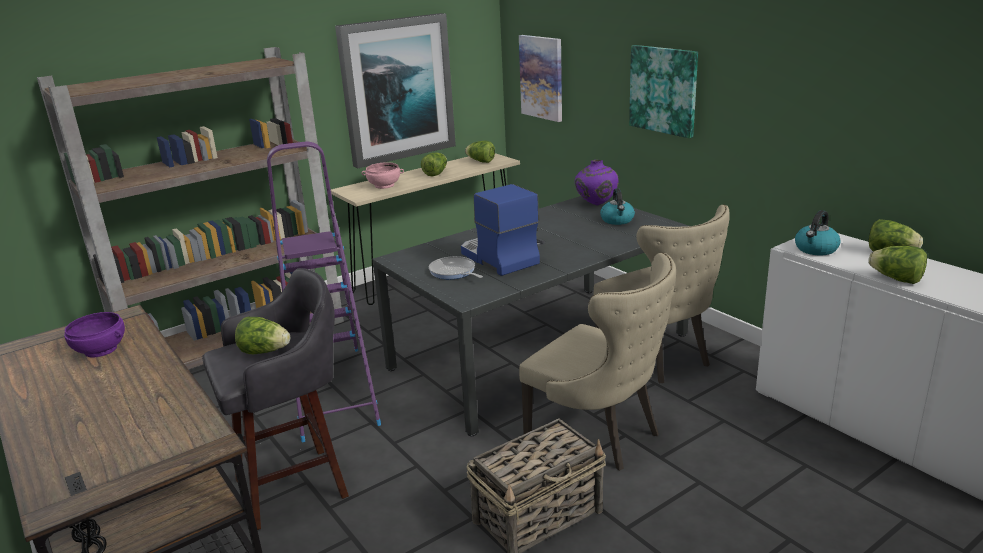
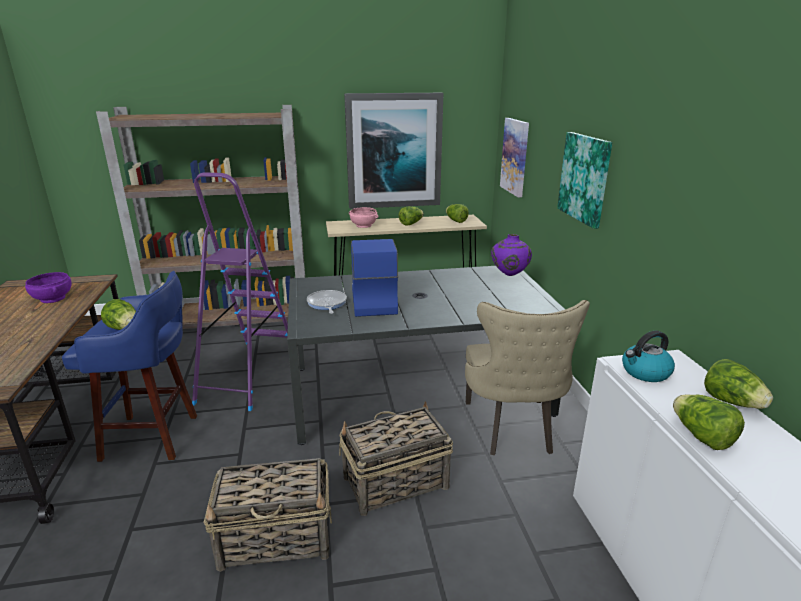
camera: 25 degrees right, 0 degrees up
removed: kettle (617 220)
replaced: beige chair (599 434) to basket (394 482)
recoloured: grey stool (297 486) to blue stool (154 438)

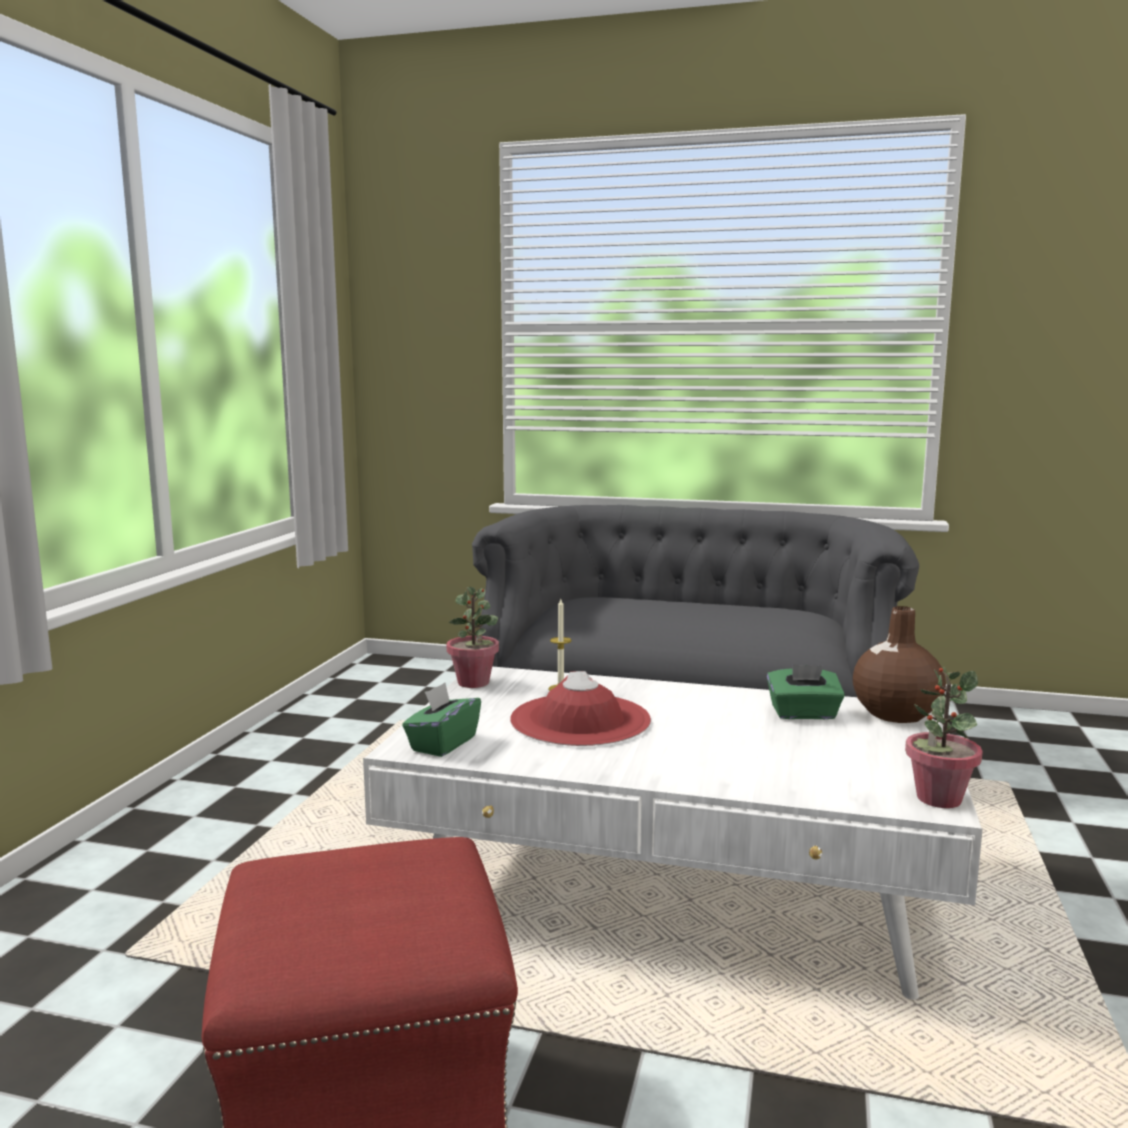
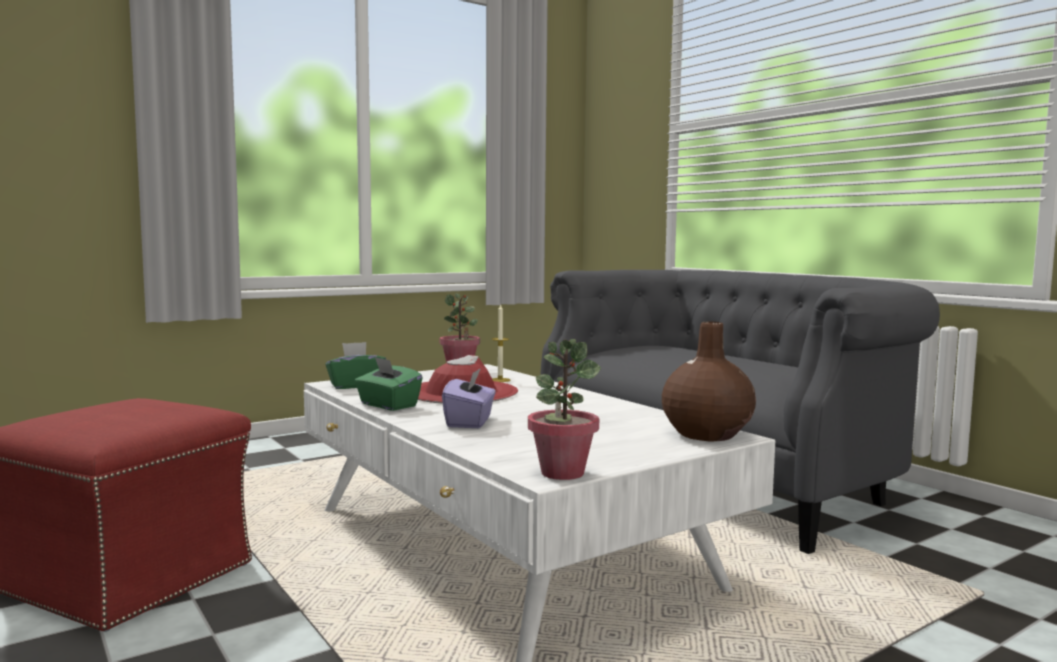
camera: 40 degrees right, 5 degrees down
added: purple tissue box (470 422)
moved: green tissue box (803 714) to (388 405)

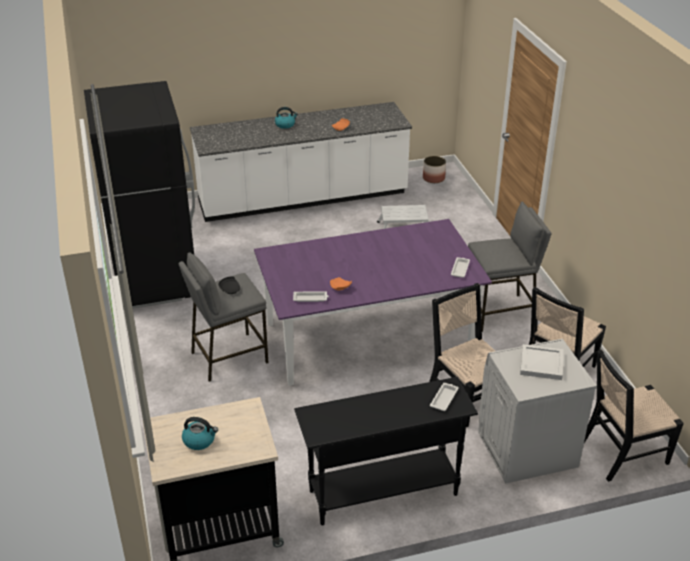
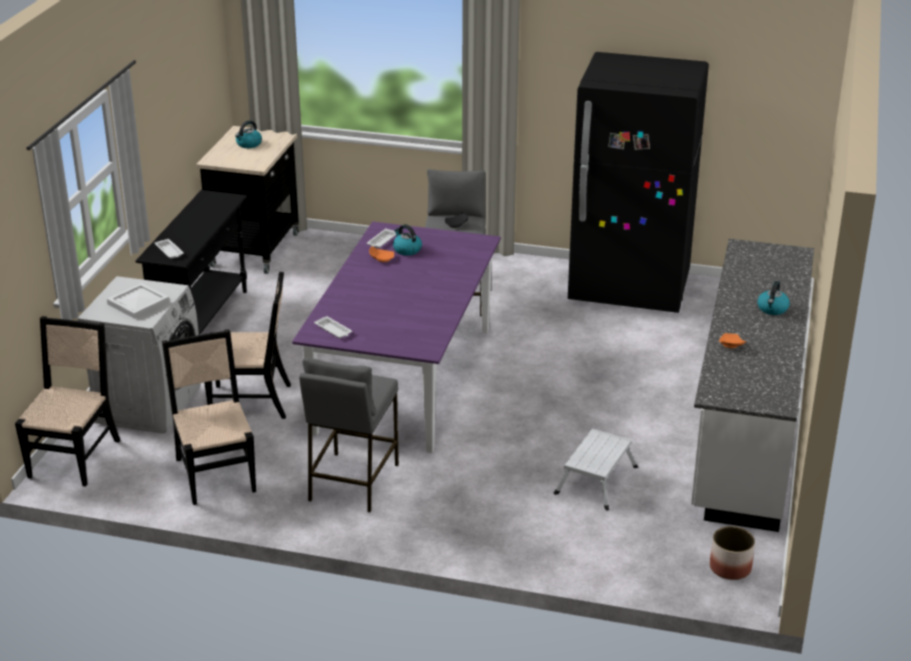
camera: 120 degrees right, 5 degrees down
added: kettle (406 250)

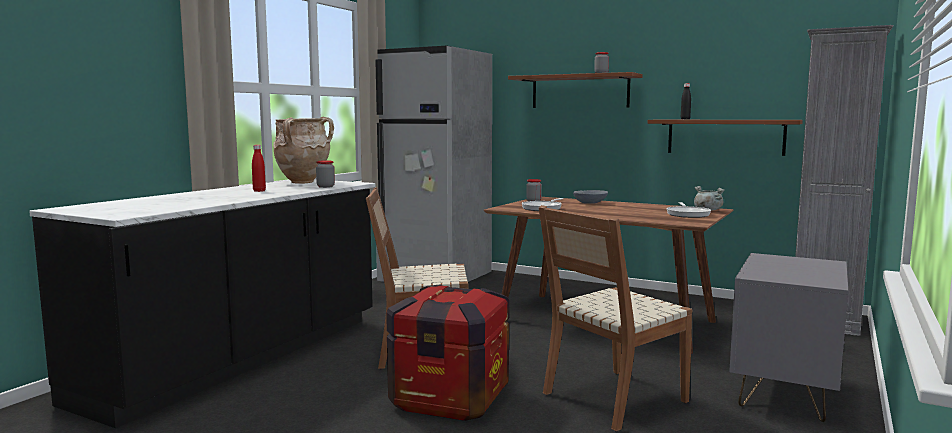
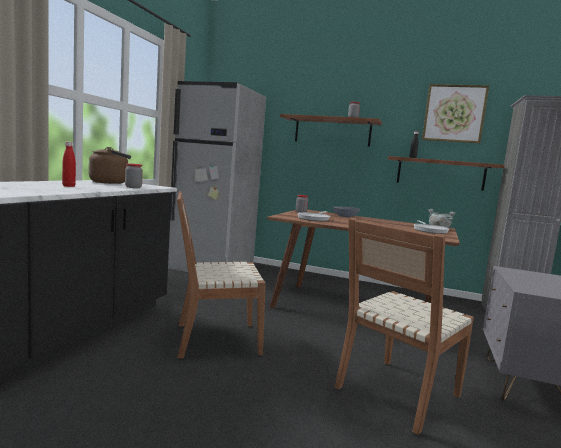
camera: 10 degrees left, 0 degrees up
removed: crate (450 398)
added: picture (454 113)
replaced: beige vase (304 182) to brown kettle (111 183)

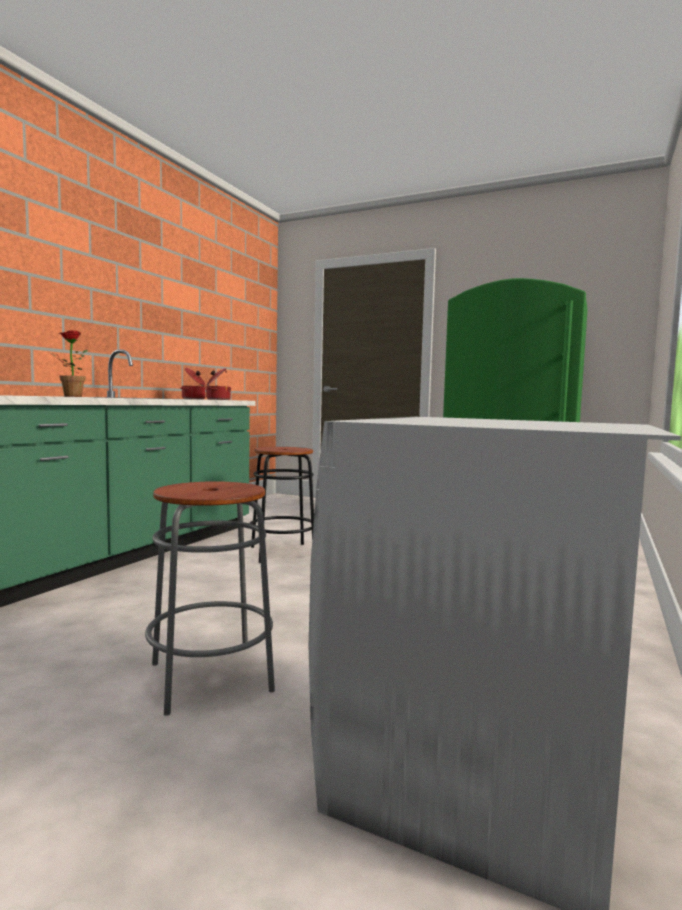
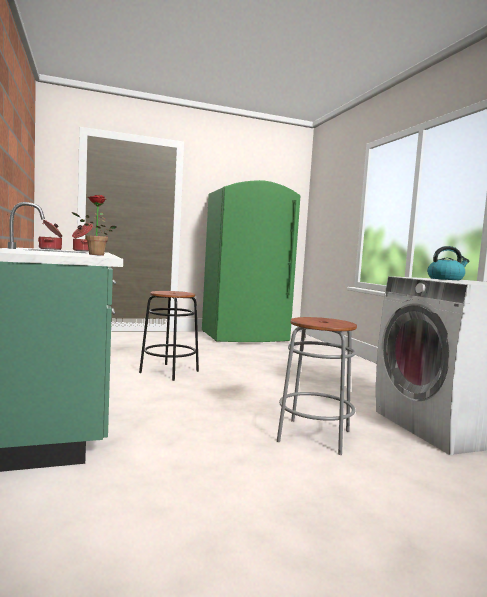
camera: 45 degrees left, 0 degrees up
added: kettle (445 279)

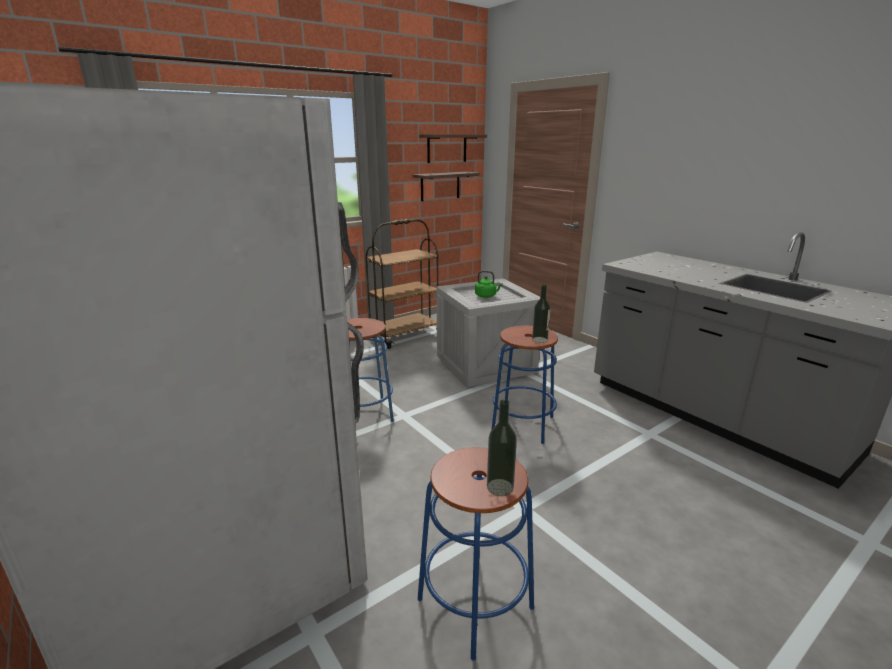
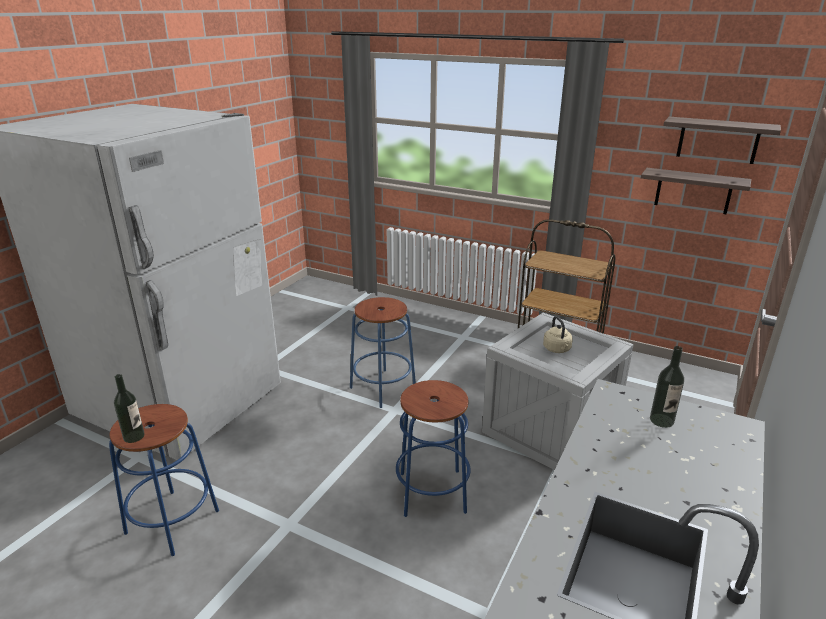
camera: 65 degrees right, 5 degrees up
moved: bottle (539 340) to (661 420)
recoloured: green kettle (486 296) to beige kettle (557 349)

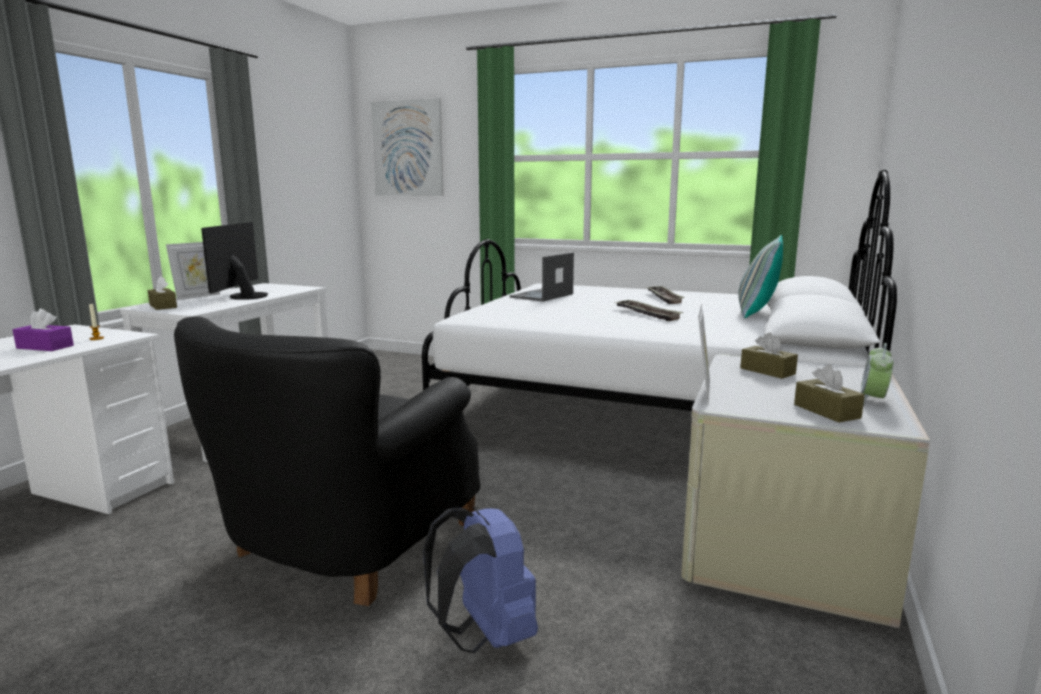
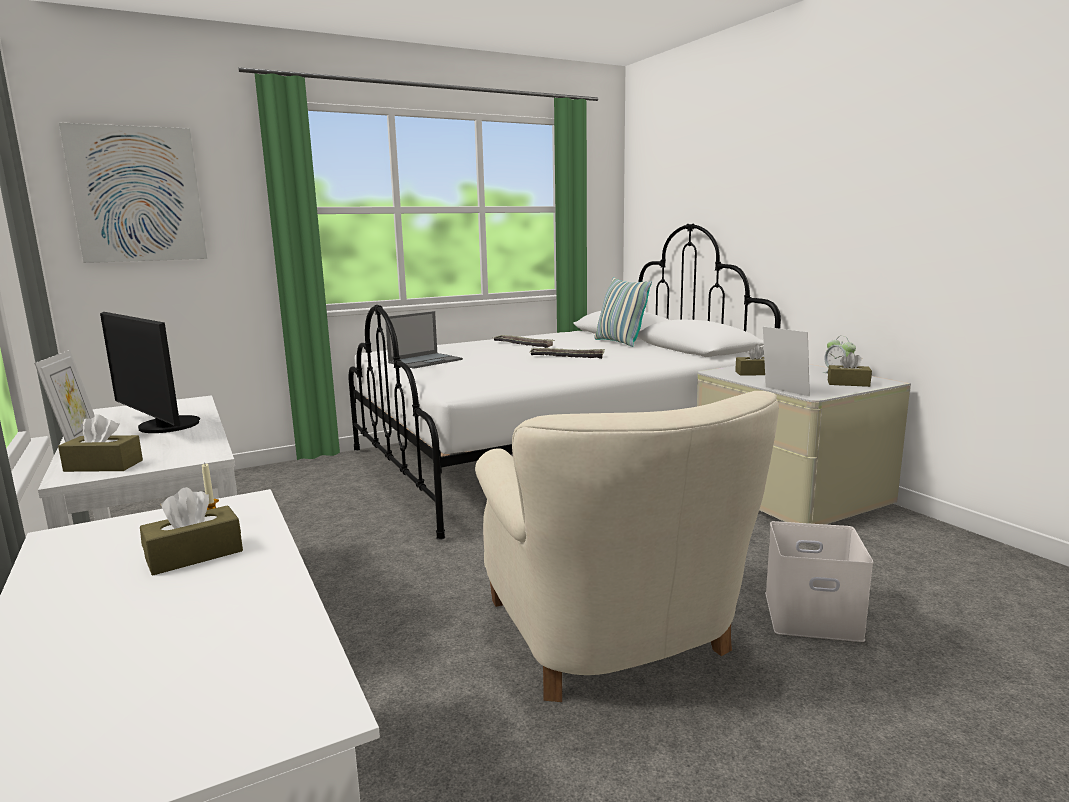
camera: 50 degrees left, 0 degrees up
replaced: blue backpack (485 635) to white storage box (810 616)
recoloured: purple tissue box (45 347) to brown tissue box (194 555); black armchair (347 547) to beige armchair (611 636)
turned: laptop (541 296) = (426 361) 120 degrees counterclockwise

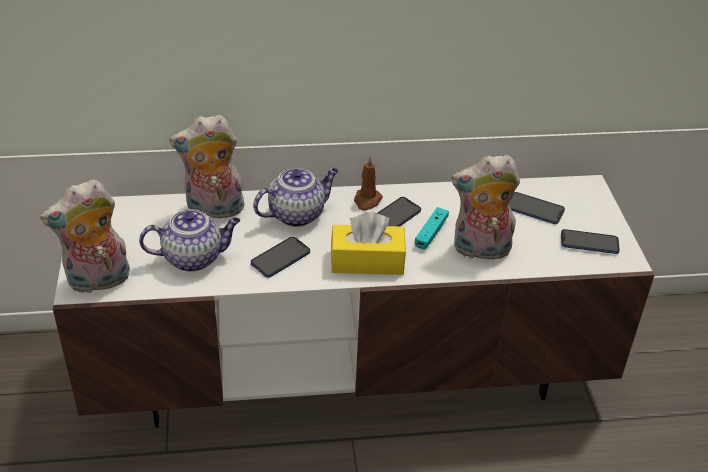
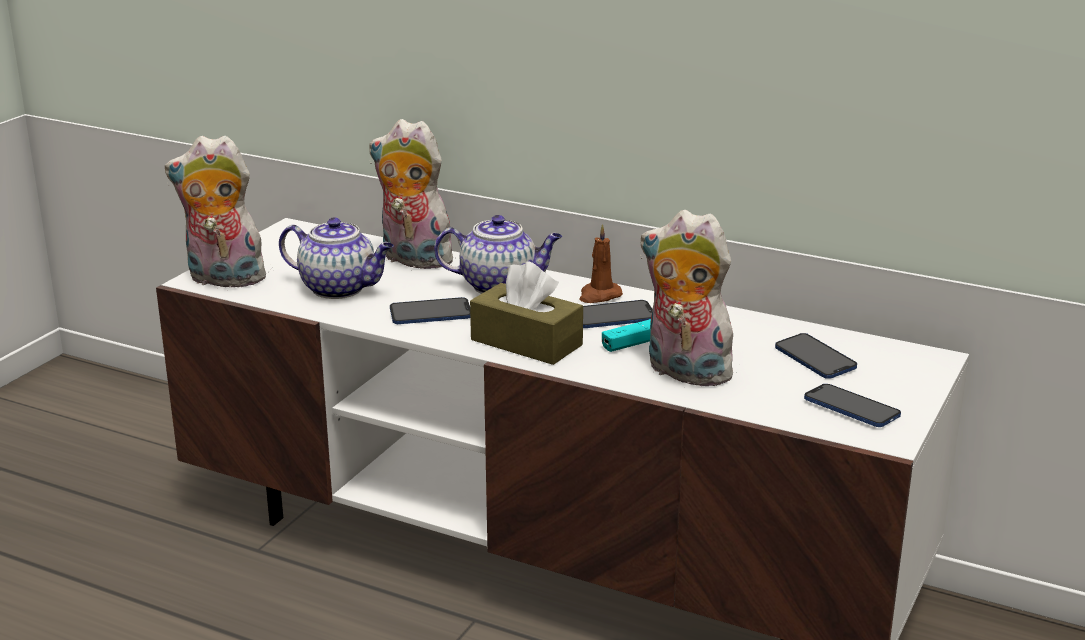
camera: 35 degrees right, 15 degrees down
recoloured: yellow tissue box (367 261) to brown tissue box (526 342)

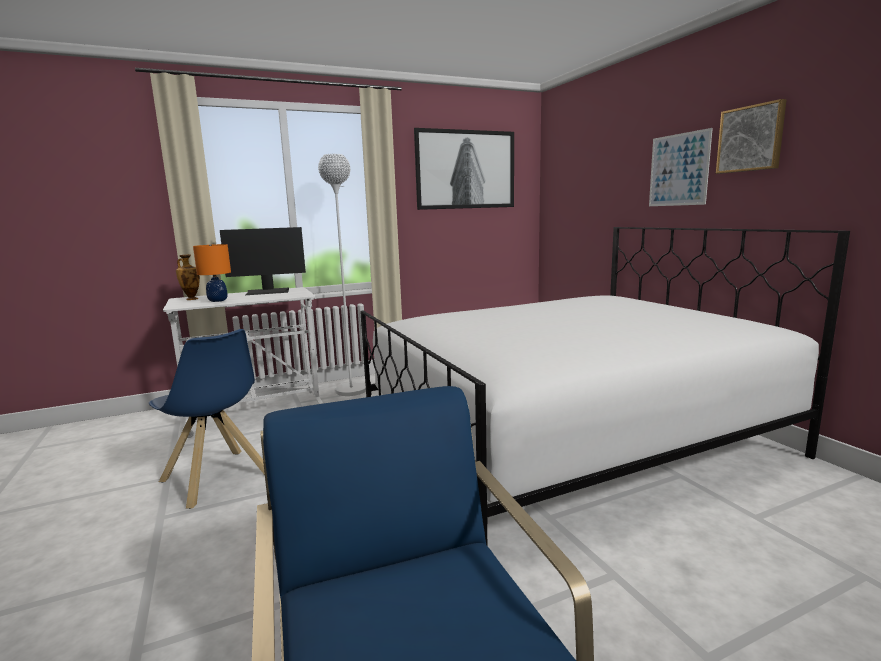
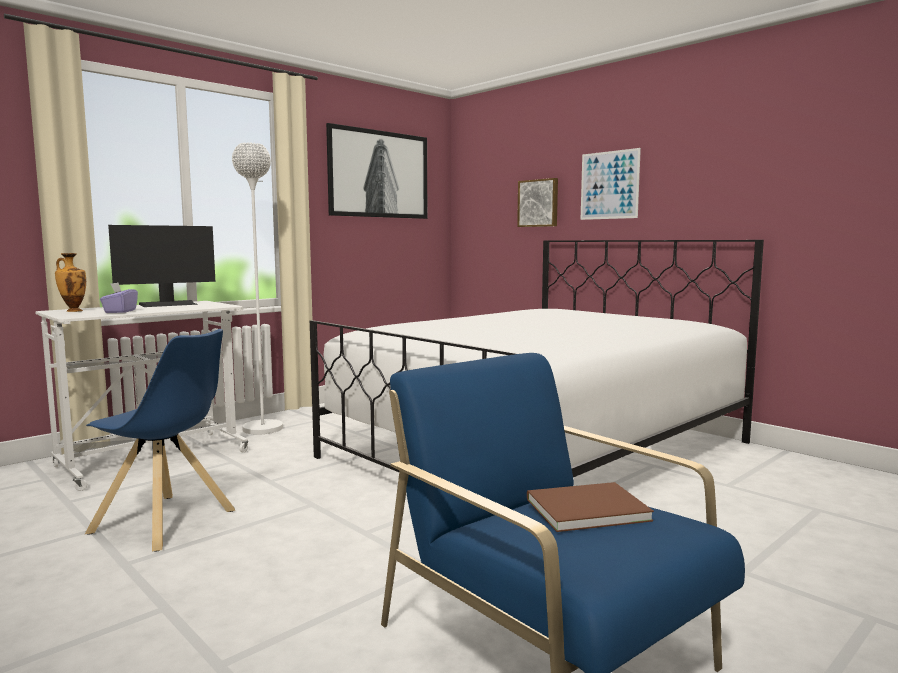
camera: 20 degrees left, 5 degrees down
added: brown book (583 509)
moved: picture (751 139) to (538 203)
replaced: orange table lamp (218 301) to purple tissue box (120 311)

